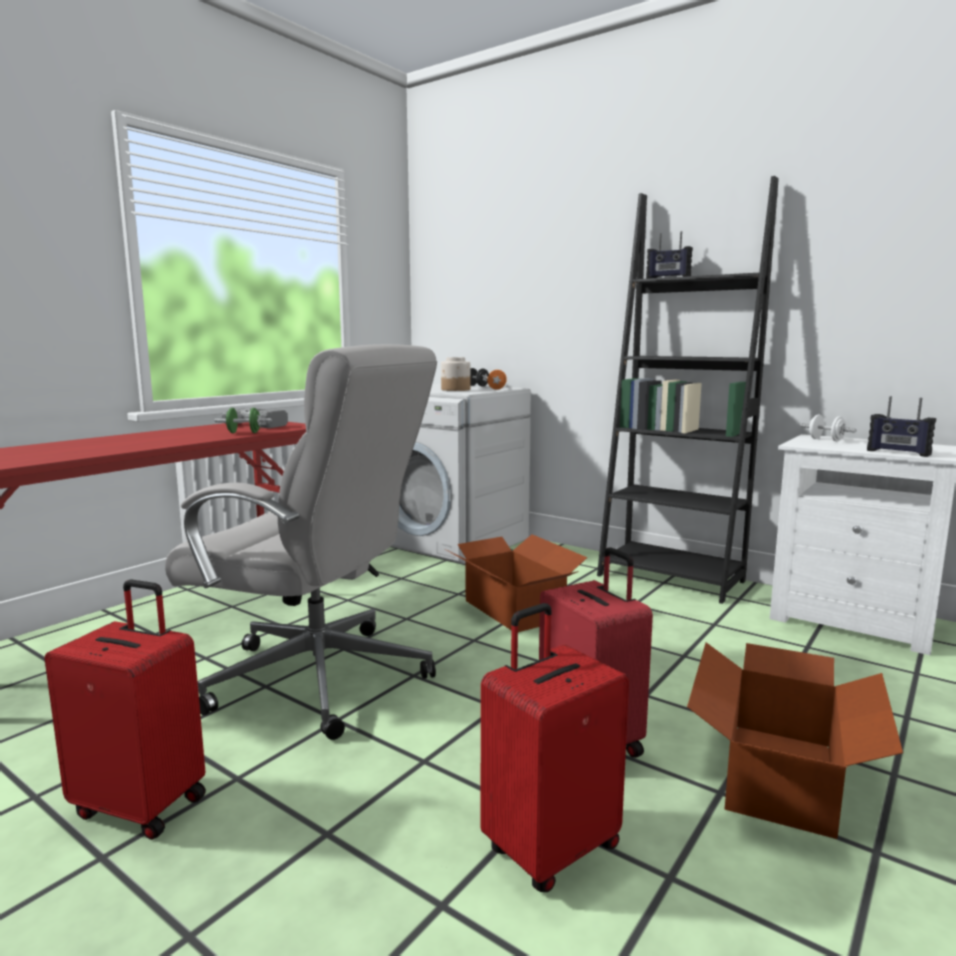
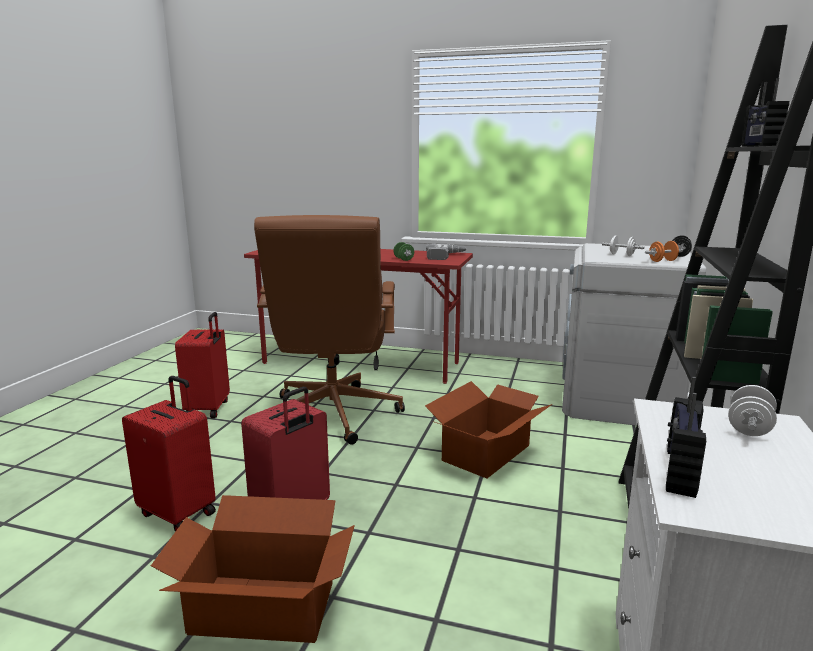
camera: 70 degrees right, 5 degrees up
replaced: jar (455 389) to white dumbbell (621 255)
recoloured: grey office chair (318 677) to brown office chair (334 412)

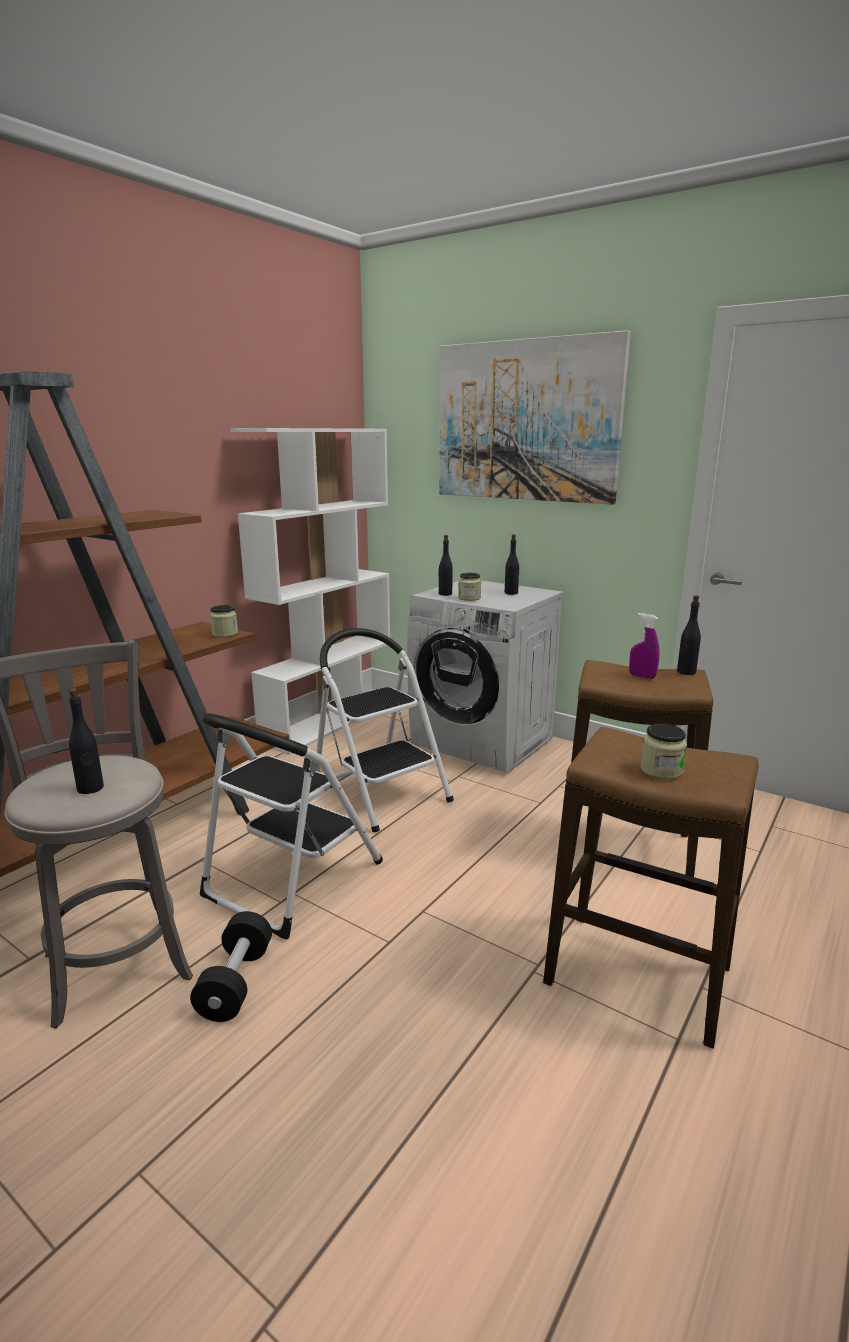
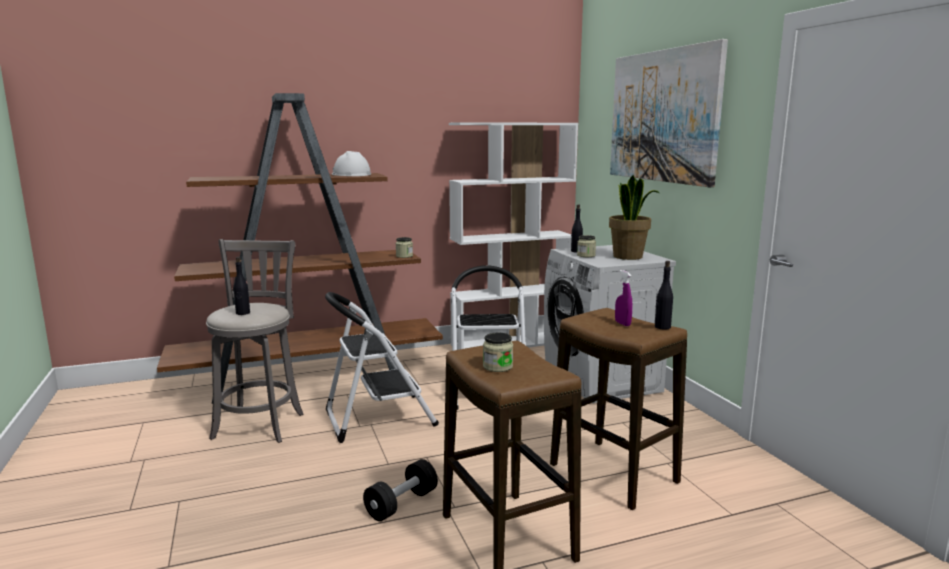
camera: 35 degrees right, 5 degrees down
added: white hard hat (351 175)
moved: black dumbbell (236 982) to (401 504)
replaced: black bottle (511 593) to potted plant (628 257)

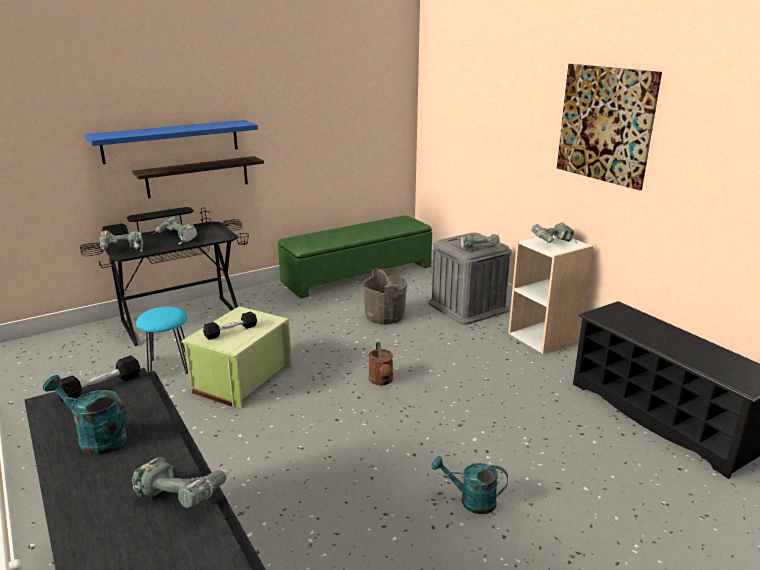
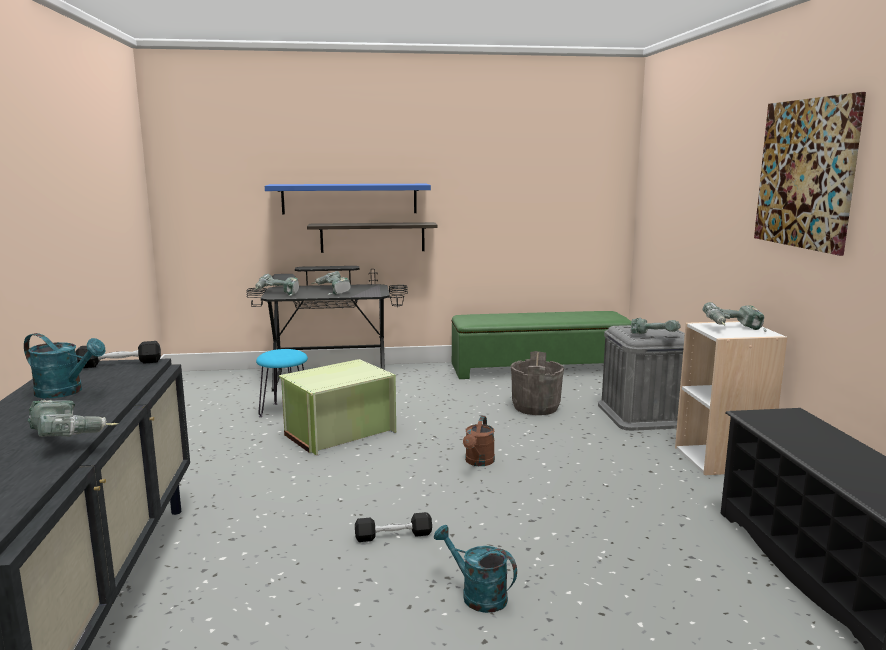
camera: 25 degrees right, 10 degrees down
moved: black dumbbell (231 331) to (393 535)
turned: turquoise watering can (95 438) = (66 392) 150 degrees clockwise

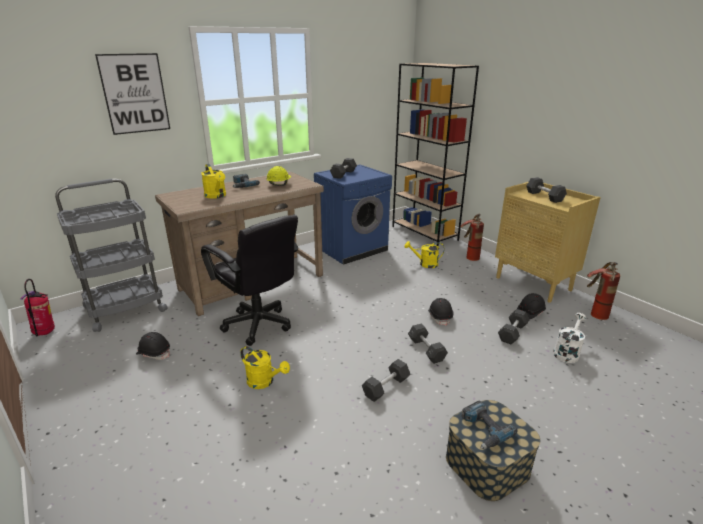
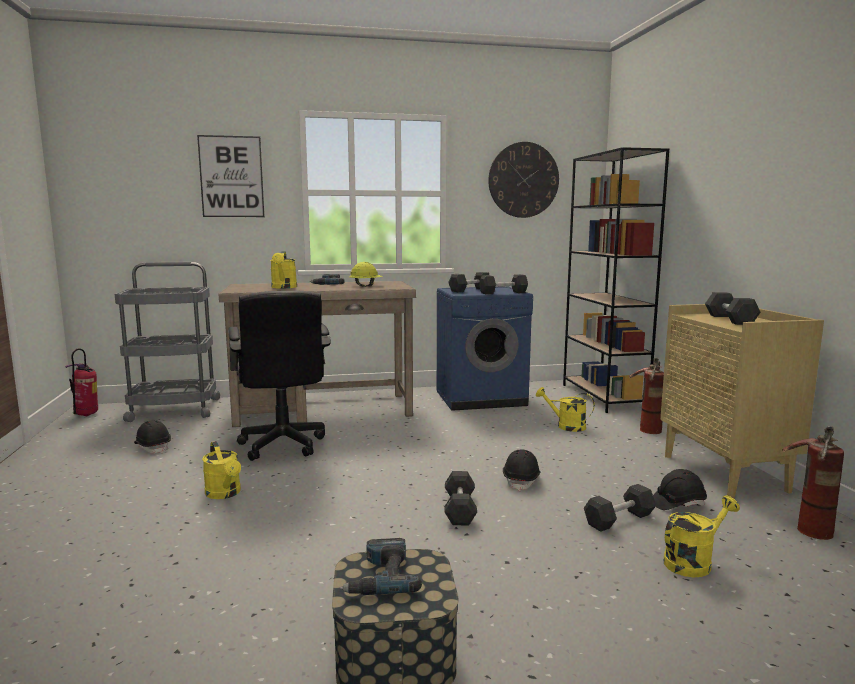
camera: 25 degrees right, 15 degrees down
added: wall clock (523 180)
moved: grey dumbbell (386 387) to (503 293)
recoloured: white watering can (567 352) to yellow watering can (693 562)

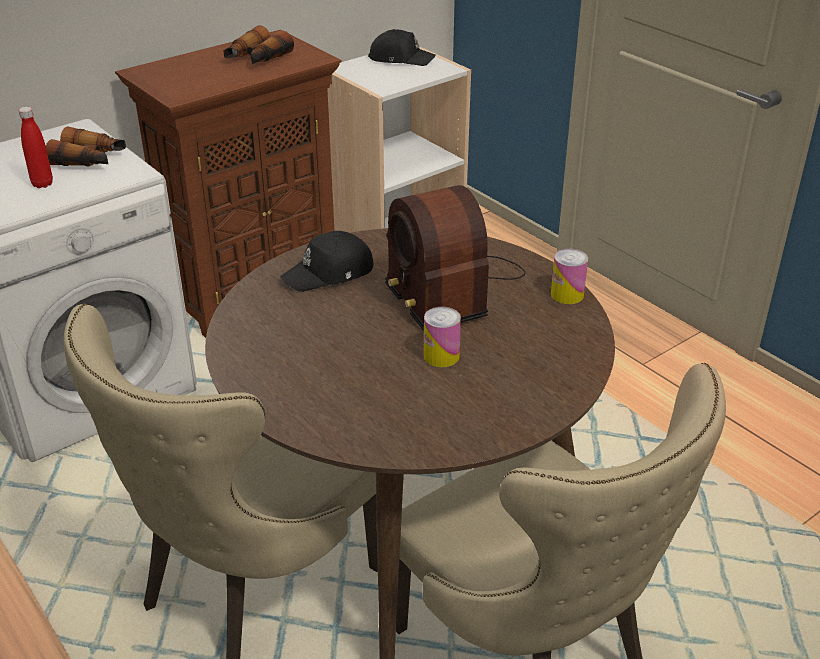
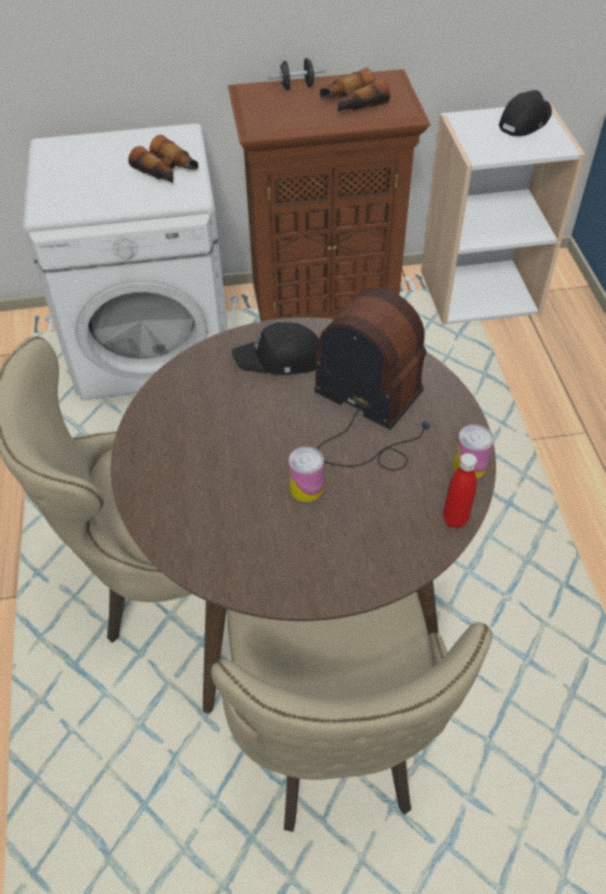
camera: 30 degrees right, 15 degrees up
added: black dumbbell (297 87)
moved: red bottle (42 184) to (455 519)
turned: black cap (401 59) = (524 121) 90 degrees counterclockwise; radio (449 287) = (369 414) 120 degrees clockwise

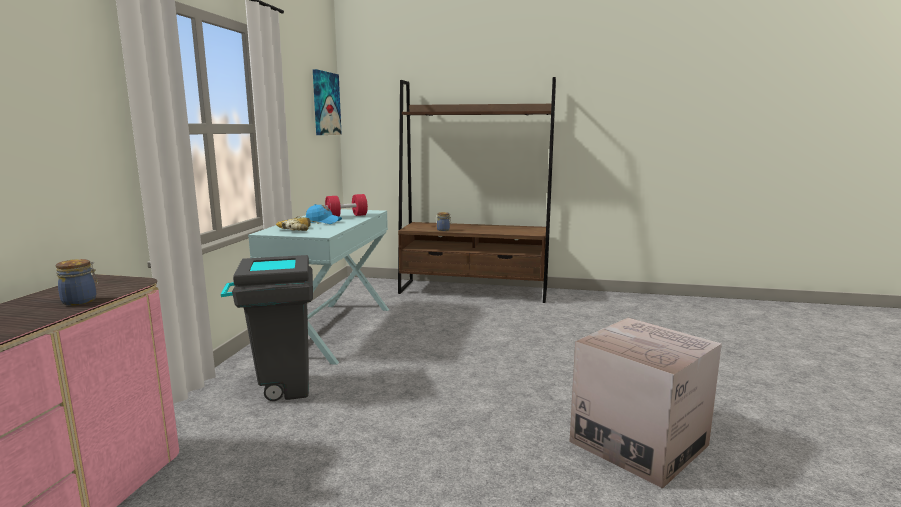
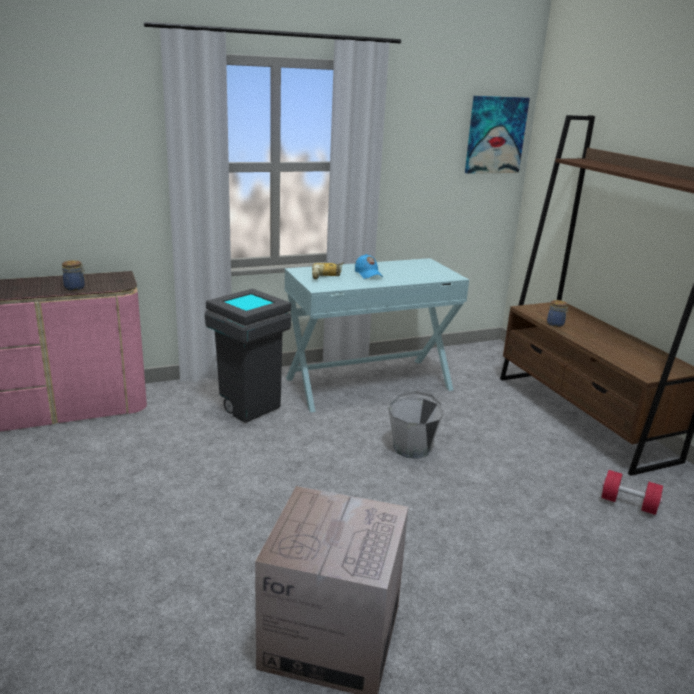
camera: 55 degrees right, 10 degrees up
added: grey bucket (412 448)
moved: red dumbbell (346 216) to (628 504)

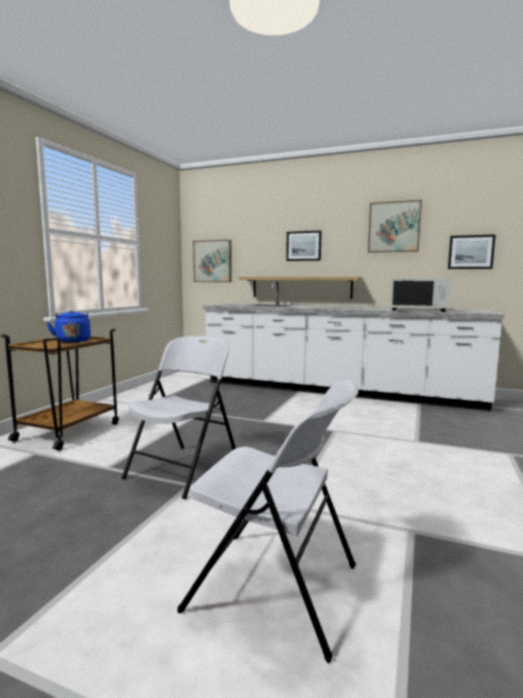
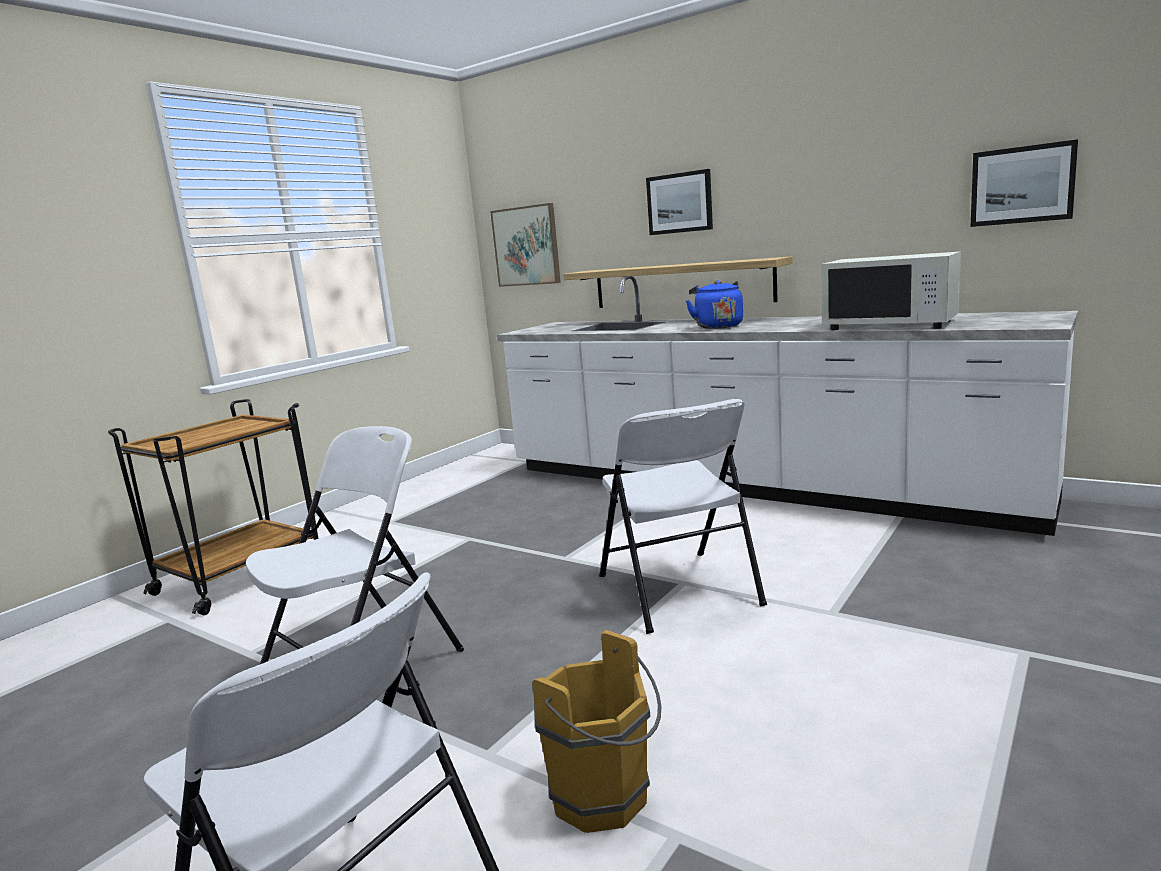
camera: 15 degrees right, 5 degrees up
removed: picture (394 227)
added: brown bucket (606 800); white chair (677 590)
moved: blue kettle (73 341) to (717 326)

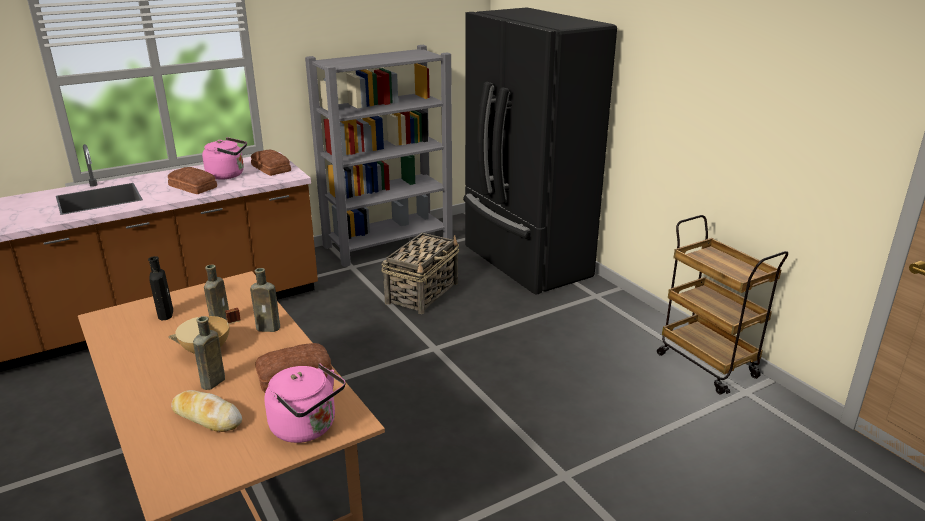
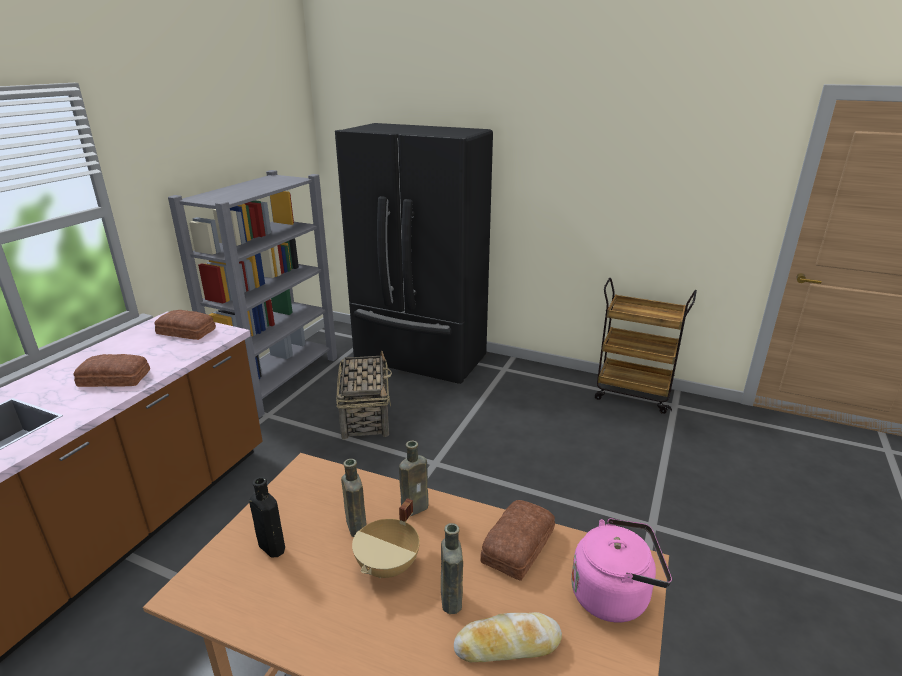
camera: 35 degrees left, 0 degrees up
removed: pink kettle (228 175)

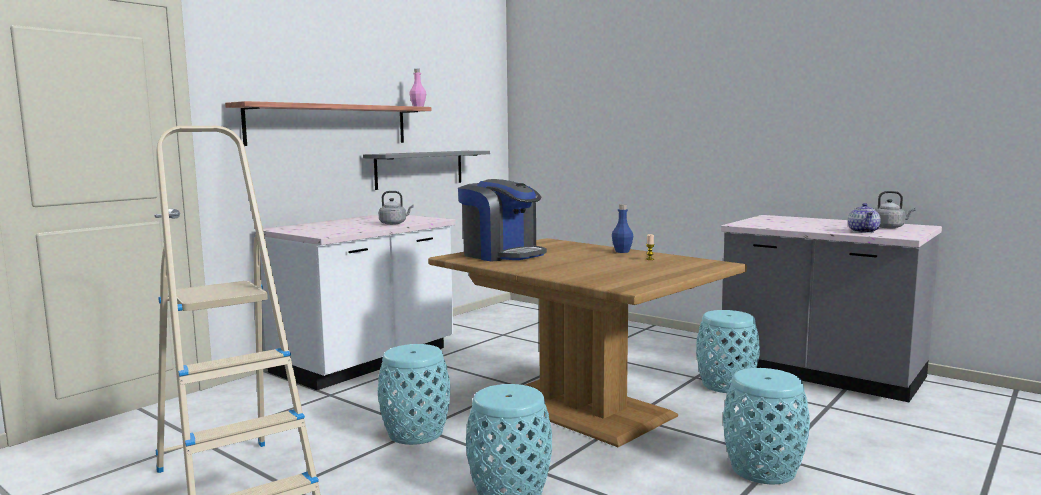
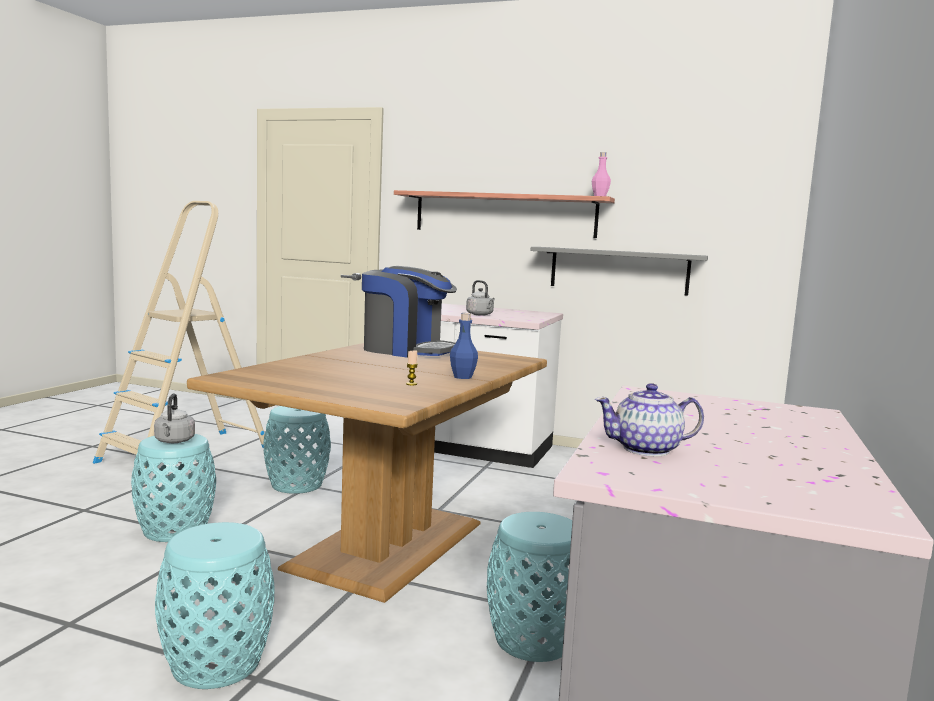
camera: 70 degrees right, 0 degrees up
moved: grey kettle (889 227) to (174 441)
turned: coffee machine (502 255) = (407 350) 90 degrees counterclockwise

